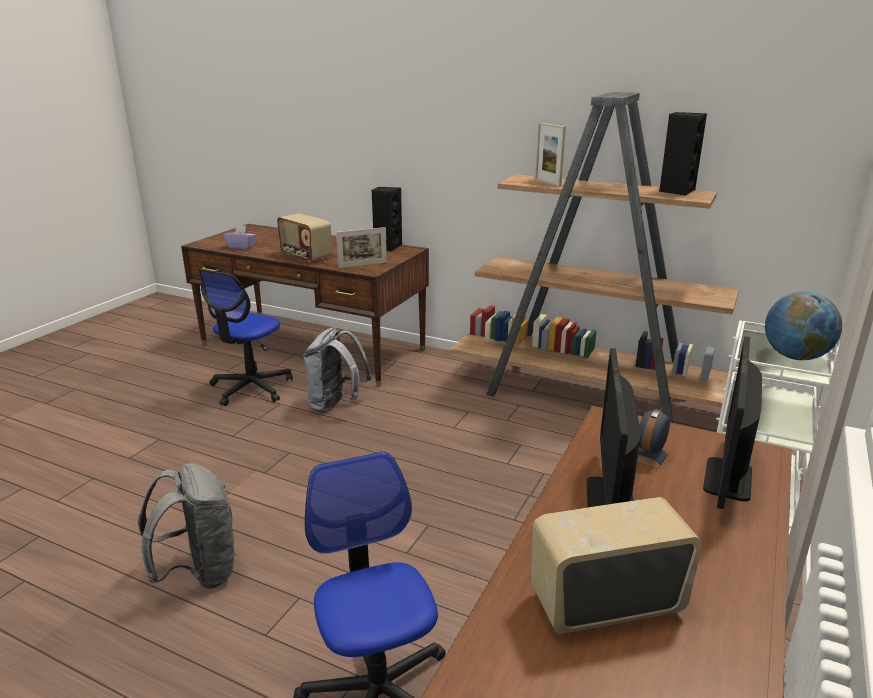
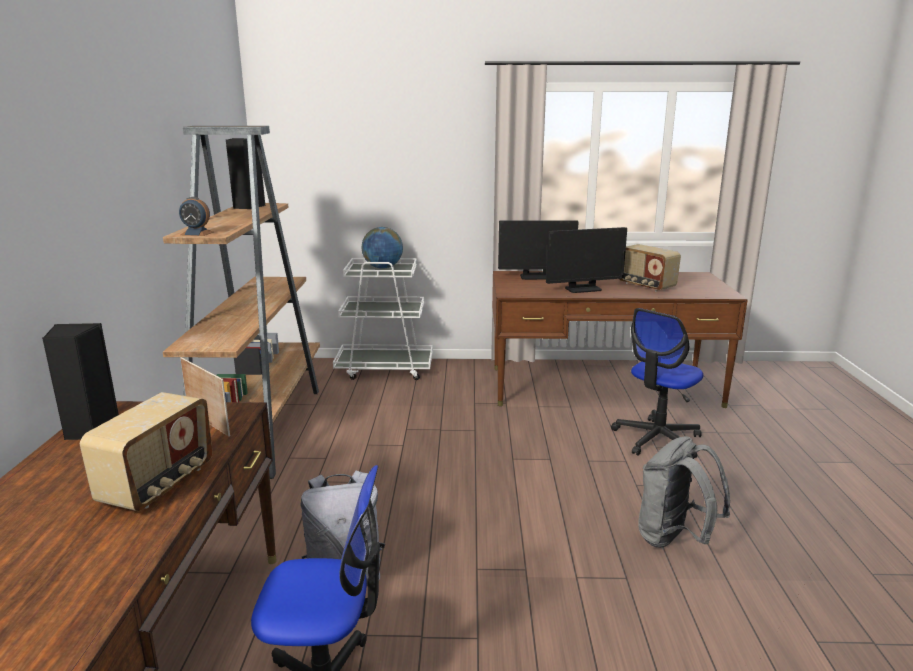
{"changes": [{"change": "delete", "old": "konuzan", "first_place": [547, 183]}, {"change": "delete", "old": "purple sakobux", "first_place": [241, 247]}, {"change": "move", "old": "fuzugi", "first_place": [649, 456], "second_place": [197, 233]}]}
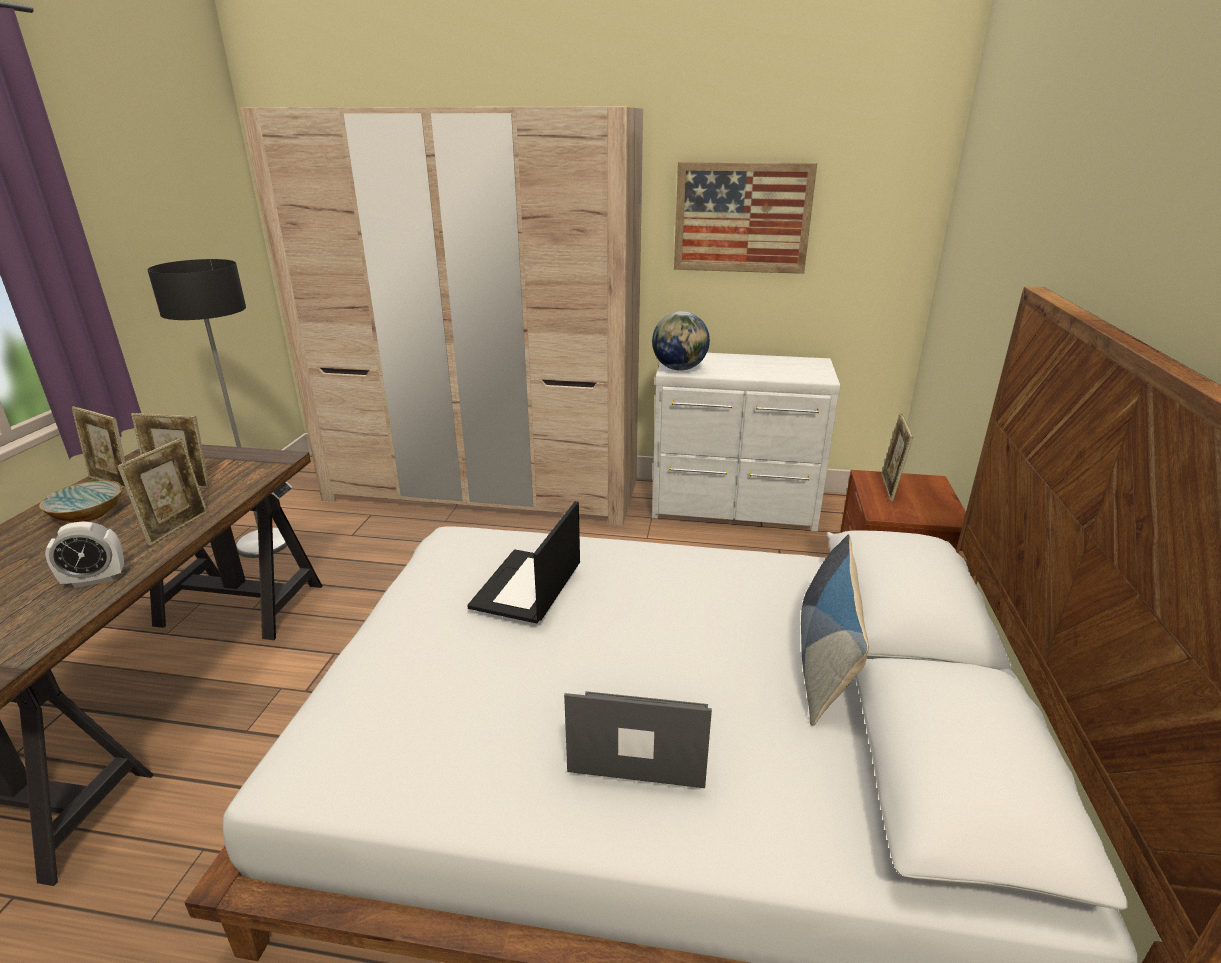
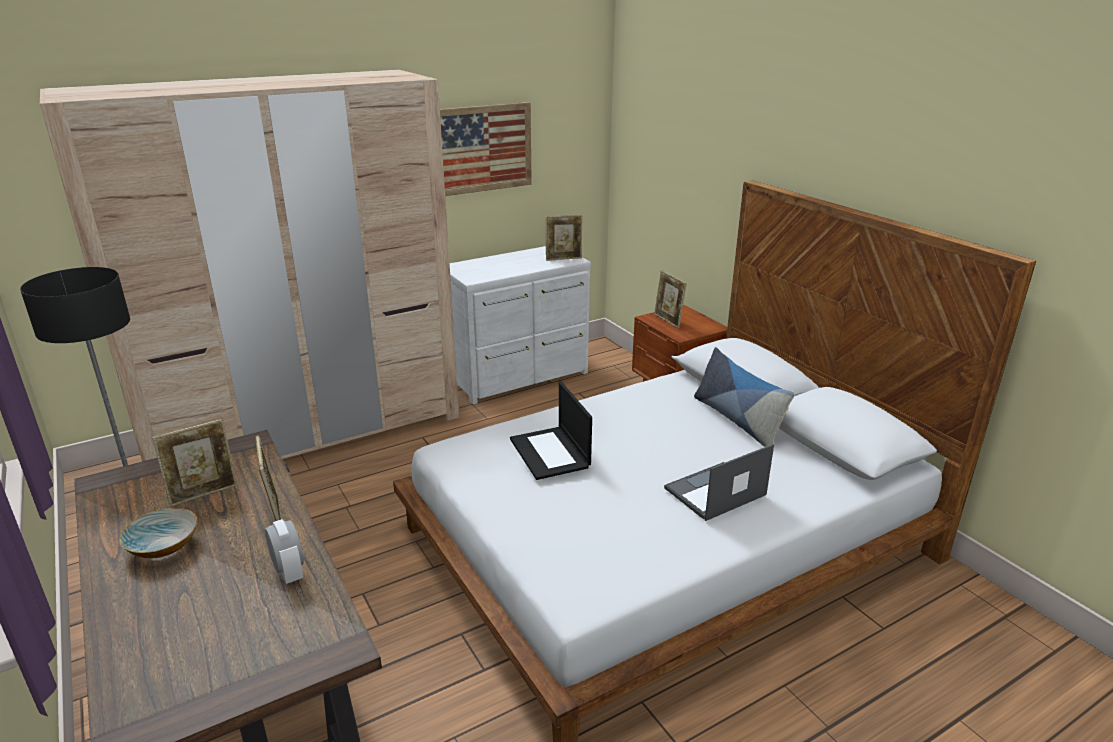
{"changes": [{"change": "delete", "old": "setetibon", "first_place": [679, 369]}, {"change": "move", "old": "konuzan", "first_place": [113, 482], "second_place": [563, 259]}, {"change": "rotate", "old": "fuzugi", "first_place": [95, 579], "second_place": [289, 572], "degrees": -60}]}
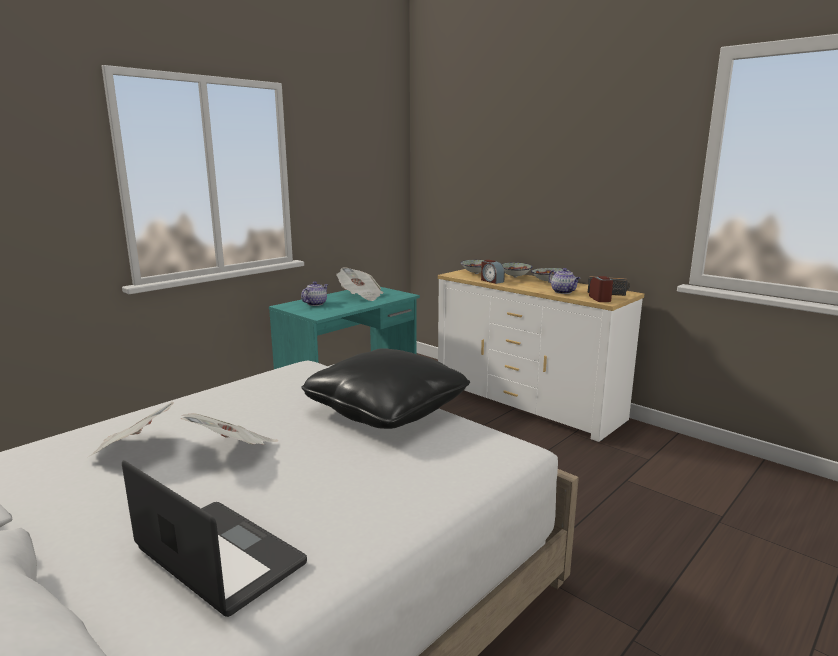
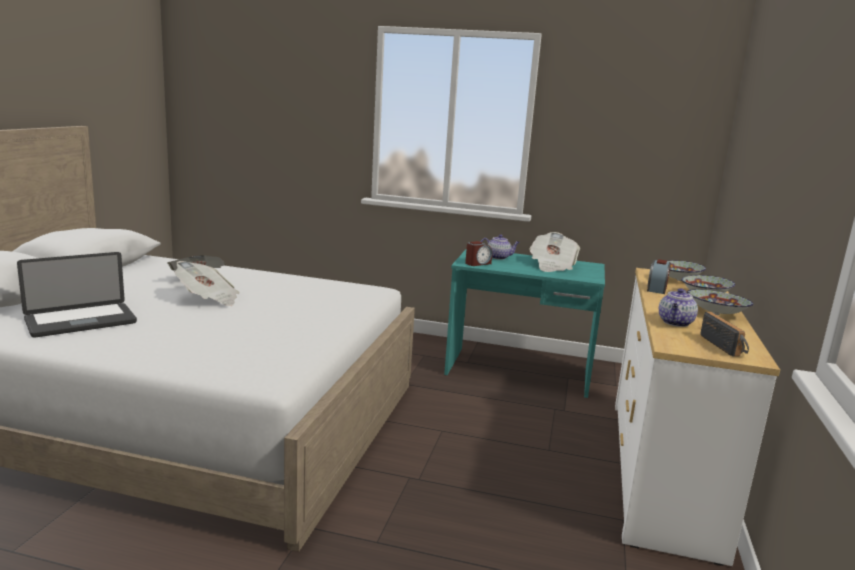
{"changes": [{"change": "move", "old": "fuzugi", "first_place": [600, 299], "second_place": [477, 263]}, {"change": "delete", "old": "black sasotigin", "first_place": [387, 409]}, {"change": "rotate", "old": "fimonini", "first_place": [220, 557], "second_place": [81, 321], "degrees": 45}]}
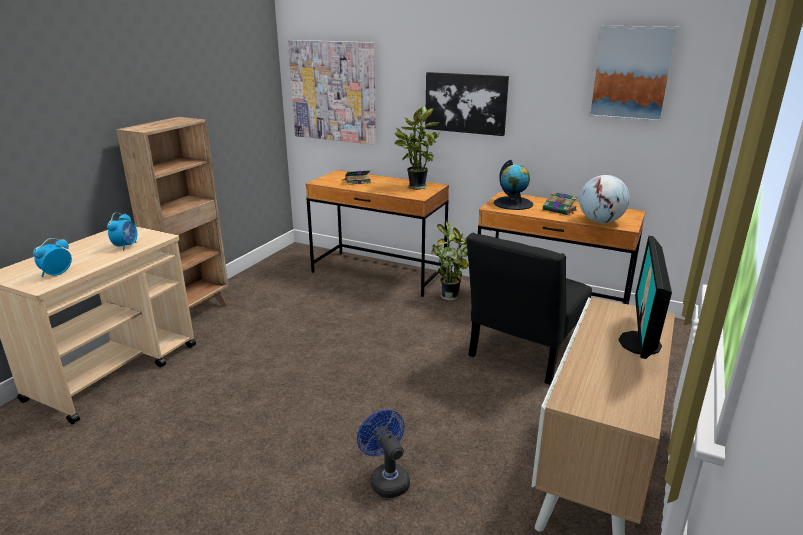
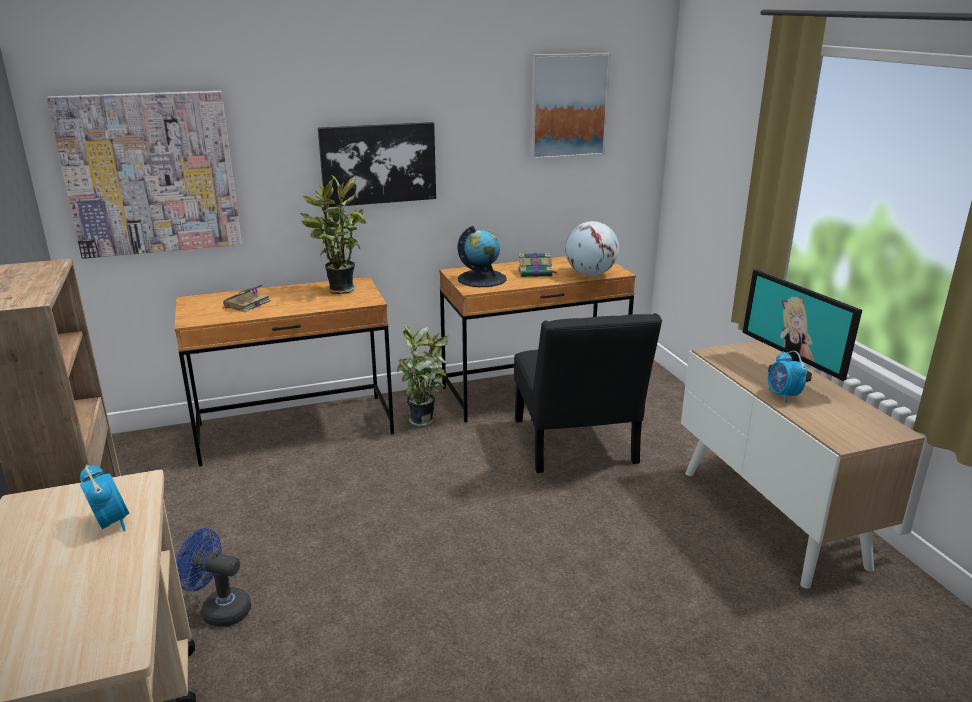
{"changes": [{"change": "move", "old": "fuzugi", "first_place": [56, 274], "second_place": [783, 395]}, {"change": "move", "old": "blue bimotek", "first_place": [386, 479], "second_place": [219, 609]}]}
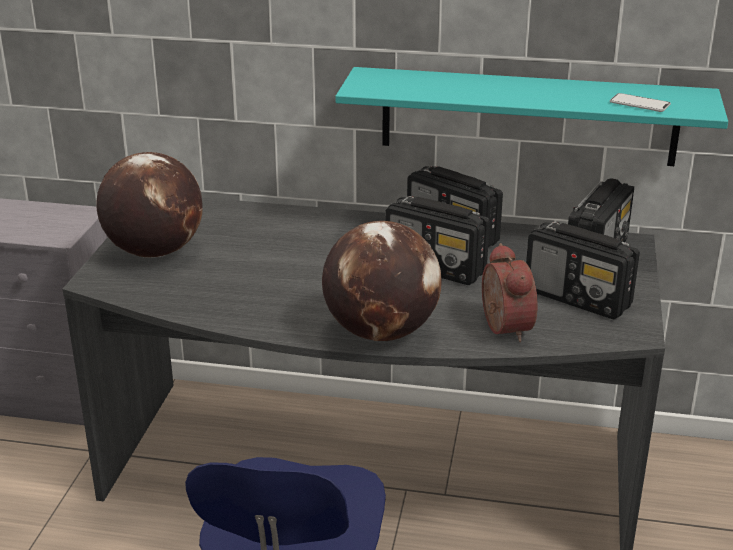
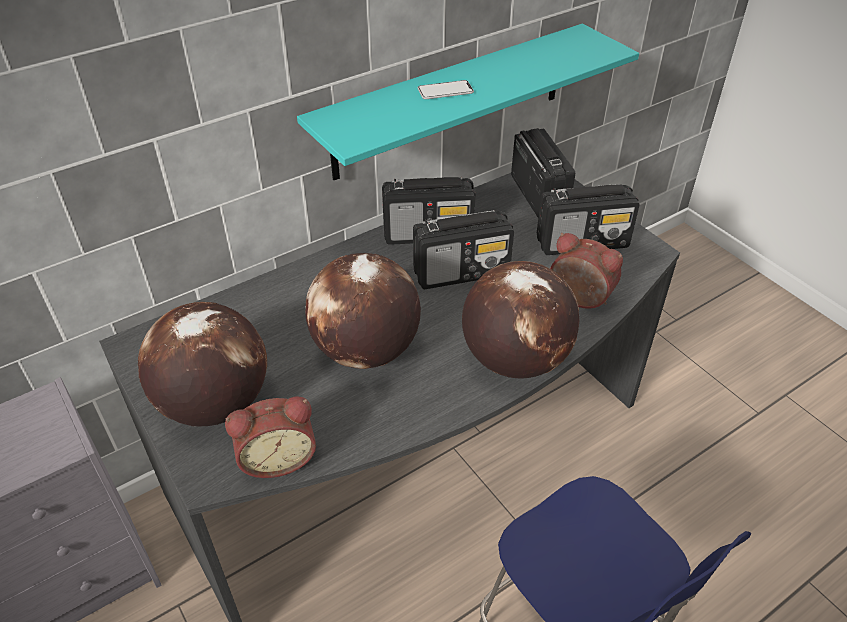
{"changes": [{"change": "move", "old": "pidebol", "first_place": [639, 104], "second_place": [445, 91]}, {"change": "insert", "new": "setetibon", "second_place": [365, 351]}, {"change": "insert", "new": "fuzugi", "second_place": [277, 457]}]}
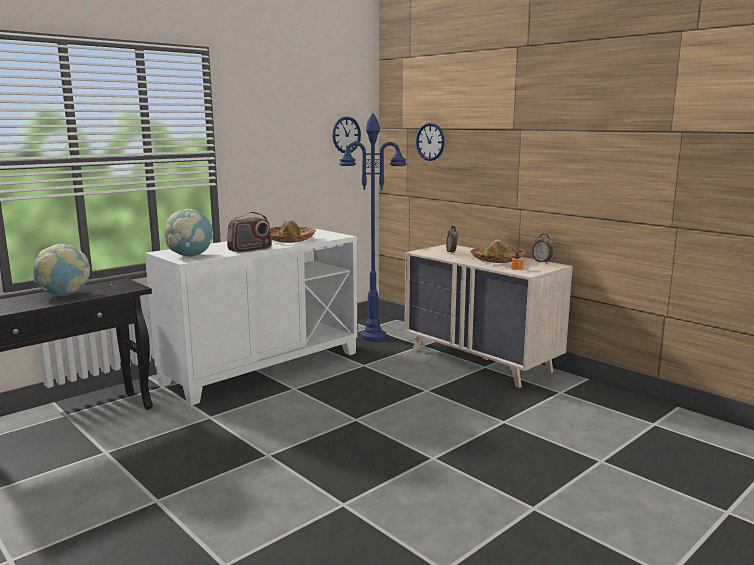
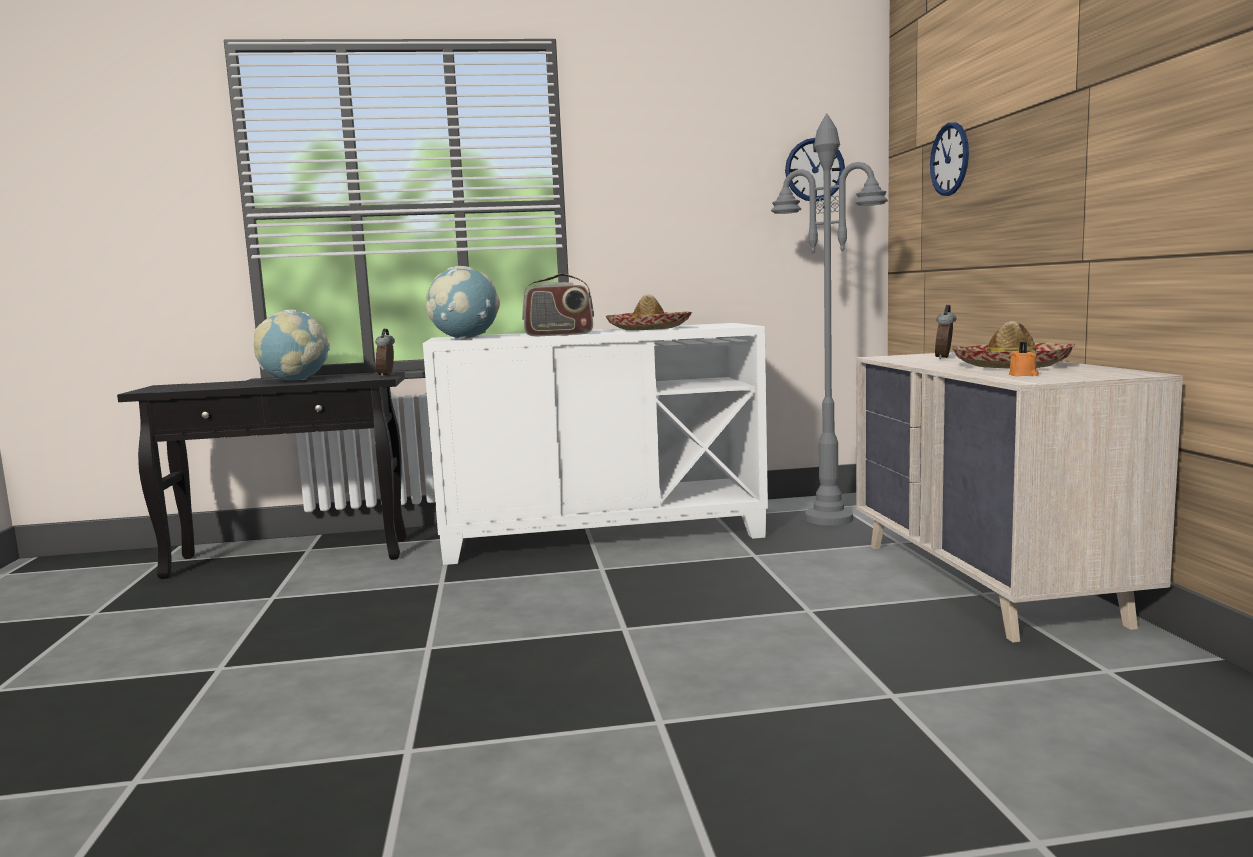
{"changes": [{"change": "recolor", "old": "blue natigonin", "new": "grey natigonin", "first_place": [373, 336], "second_place": [829, 519]}, {"change": "move", "old": "fuzugi", "first_place": [542, 262], "second_place": [387, 375]}]}
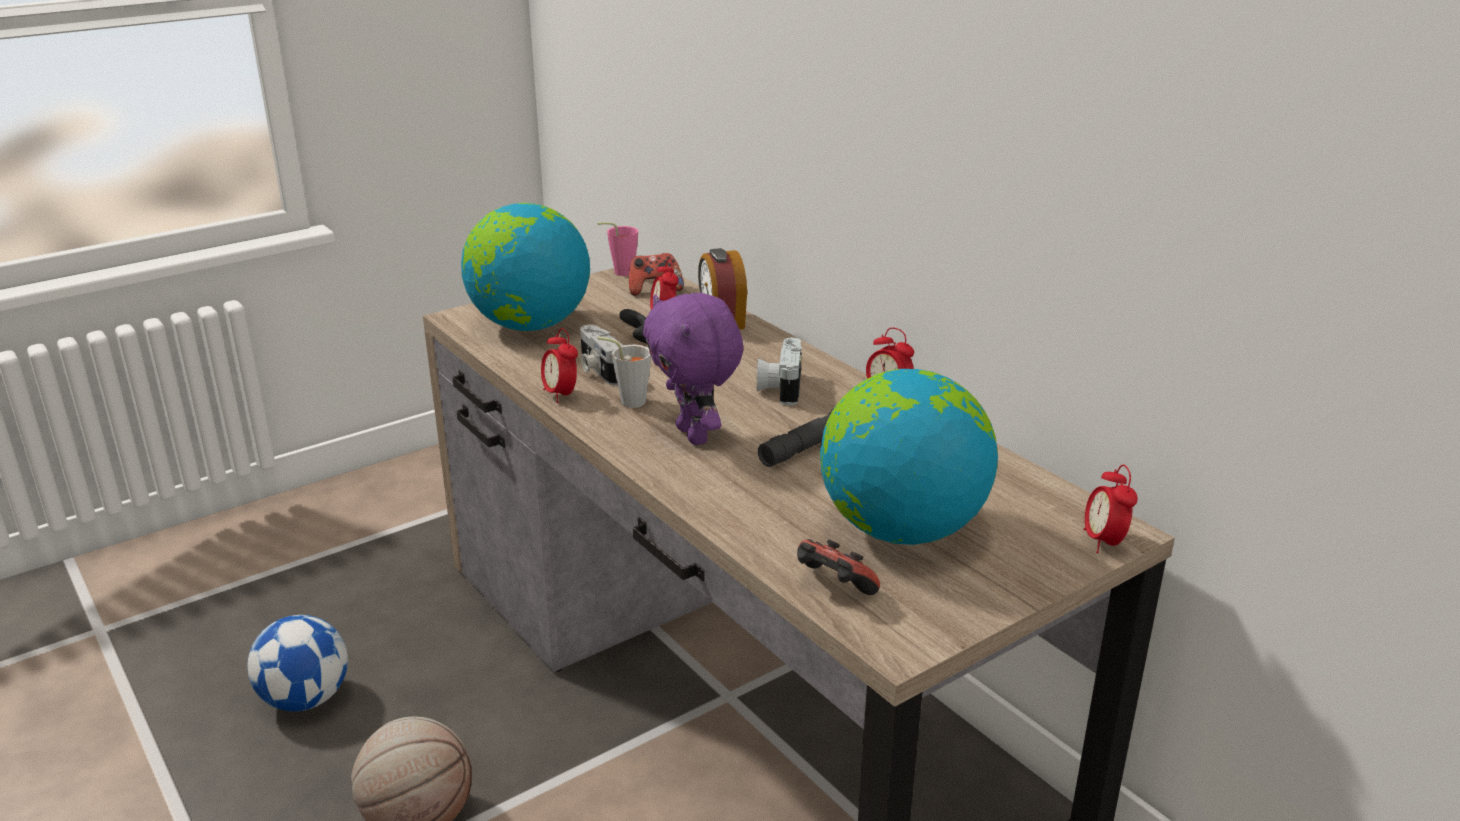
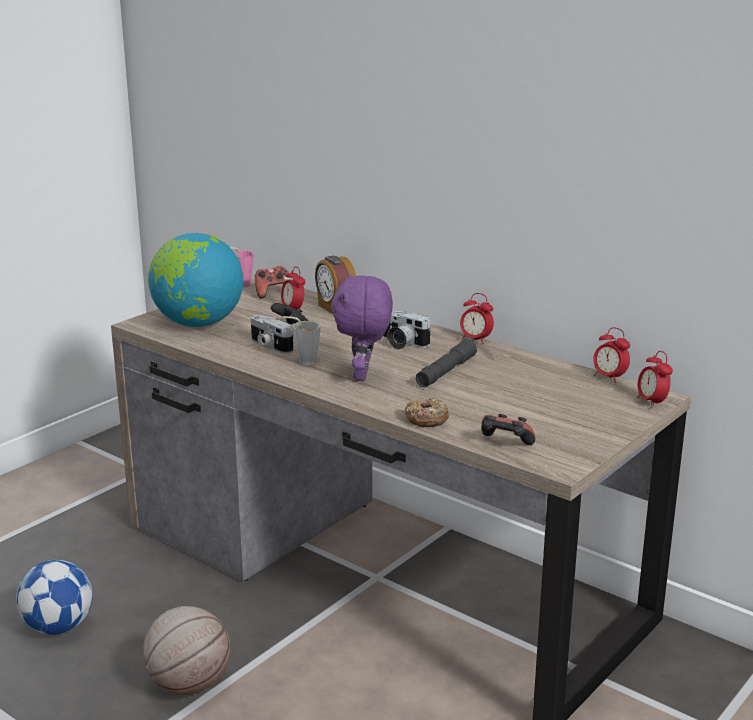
{"changes": [{"change": "rotate", "old": "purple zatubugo", "first_place": [695, 435], "second_place": [363, 376], "degrees": 45}, {"change": "move", "old": "fuzugi", "first_place": [561, 395], "second_place": [609, 378]}, {"change": "rotate", "old": "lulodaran", "first_place": [779, 388], "second_place": [402, 343], "degrees": -45}, {"change": "delete", "old": "setetibon", "first_place": [901, 529]}, {"change": "insert", "new": "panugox", "second_place": [426, 419]}]}
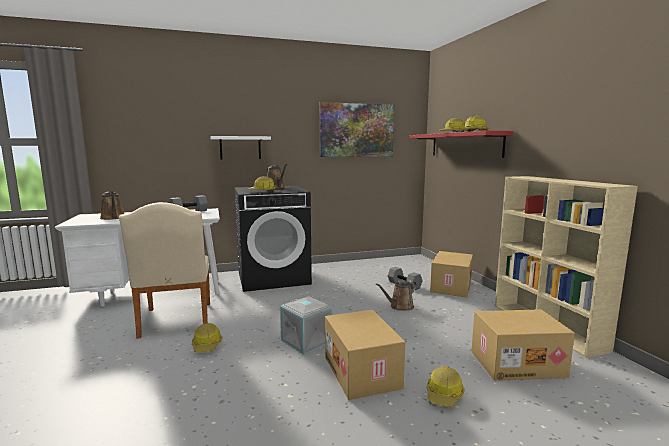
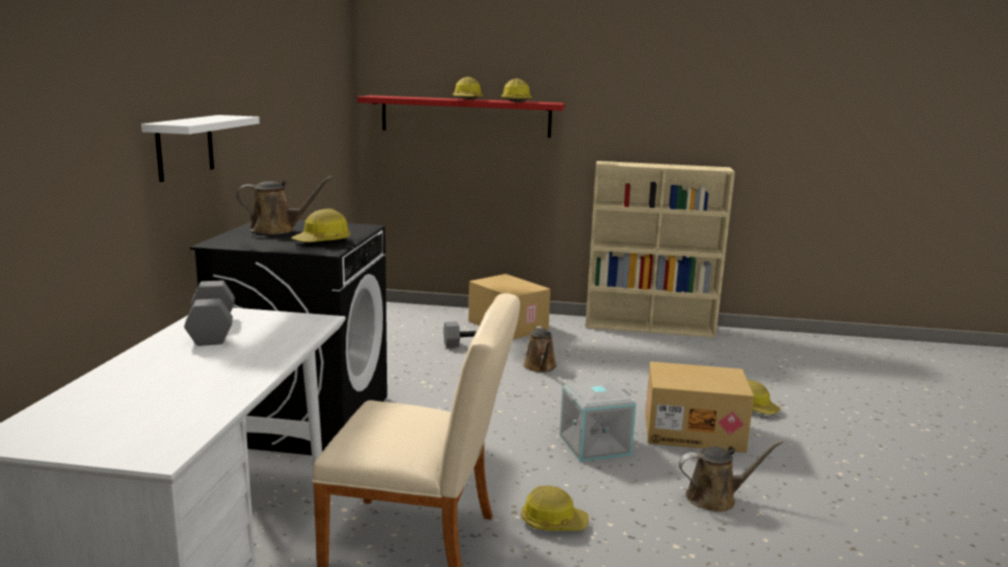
{"changes": [{"change": "delete", "old": "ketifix", "first_place": [356, 130]}, {"change": "move", "old": "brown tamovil", "first_place": [113, 218], "second_place": [715, 498]}, {"change": "delete", "old": "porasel", "first_place": [517, 363]}]}
